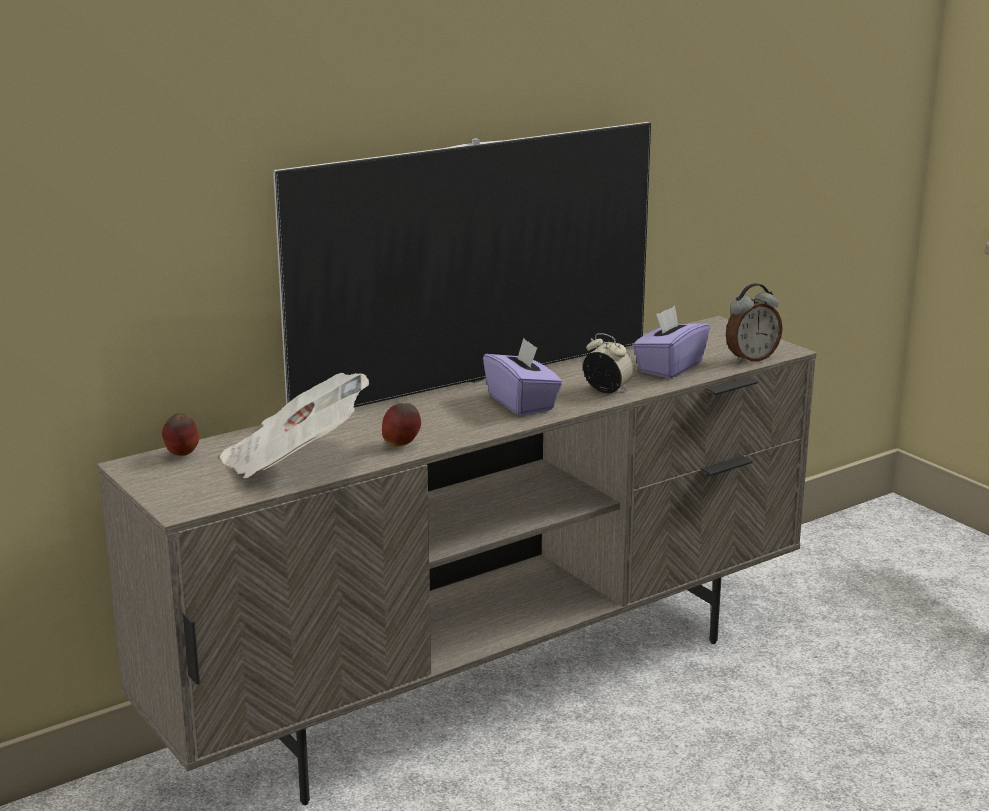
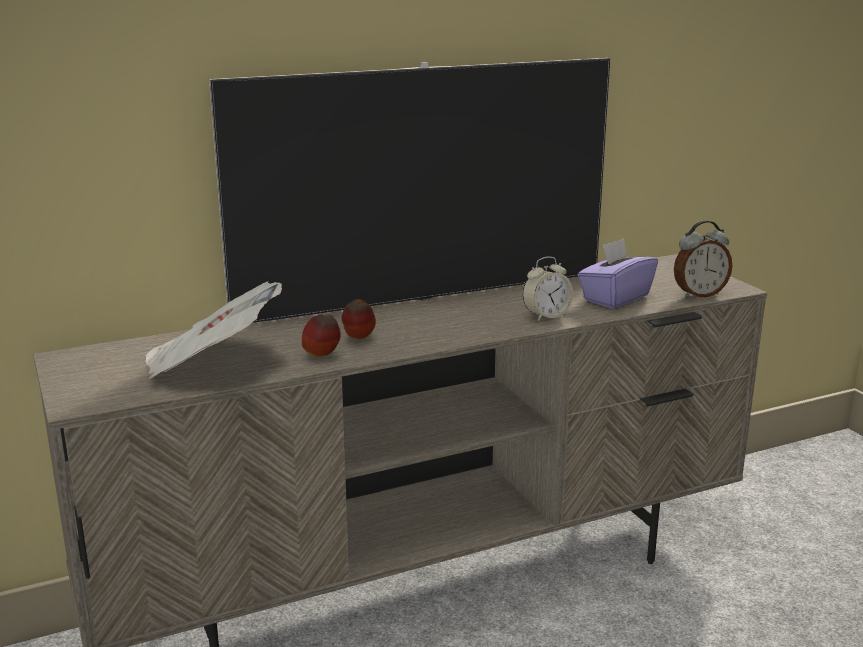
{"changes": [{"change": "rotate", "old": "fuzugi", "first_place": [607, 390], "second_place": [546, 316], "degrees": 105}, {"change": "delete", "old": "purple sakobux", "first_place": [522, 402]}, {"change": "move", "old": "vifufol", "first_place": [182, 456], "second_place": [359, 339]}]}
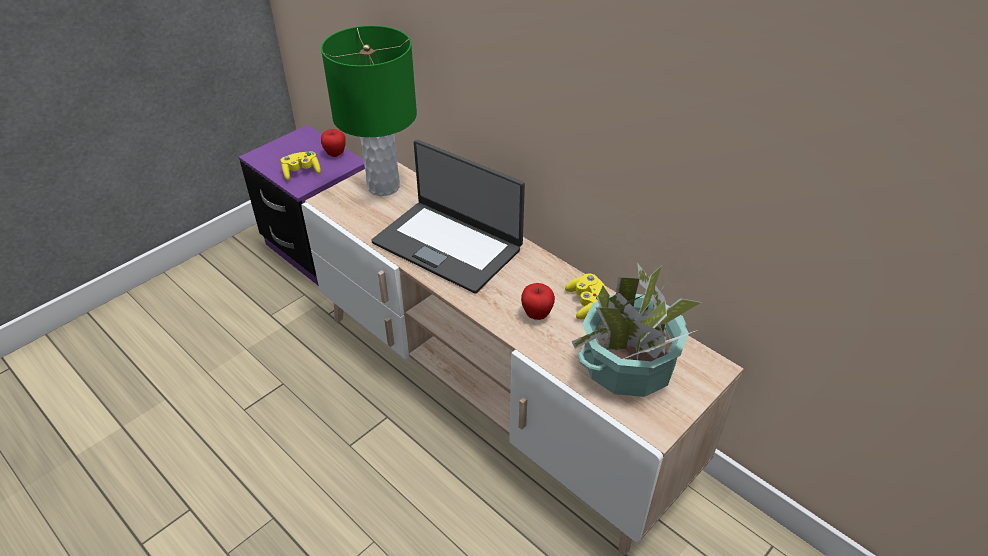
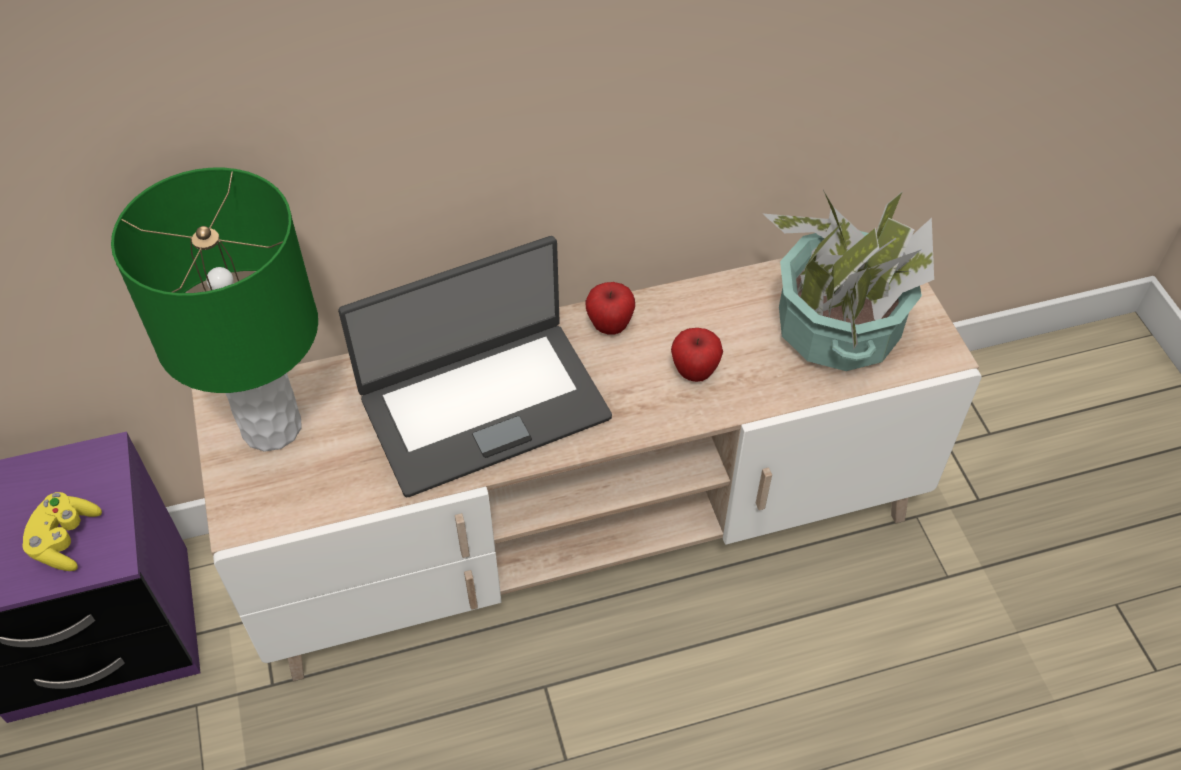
{"changes": [{"change": "move", "old": "vifufol", "first_place": [335, 154], "second_place": [610, 326]}, {"change": "delete", "old": "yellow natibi", "first_place": [586, 304]}]}
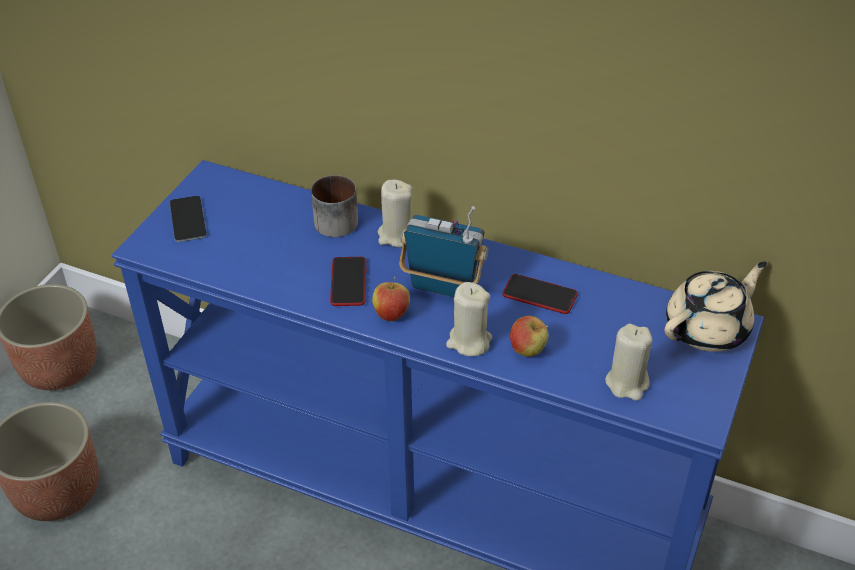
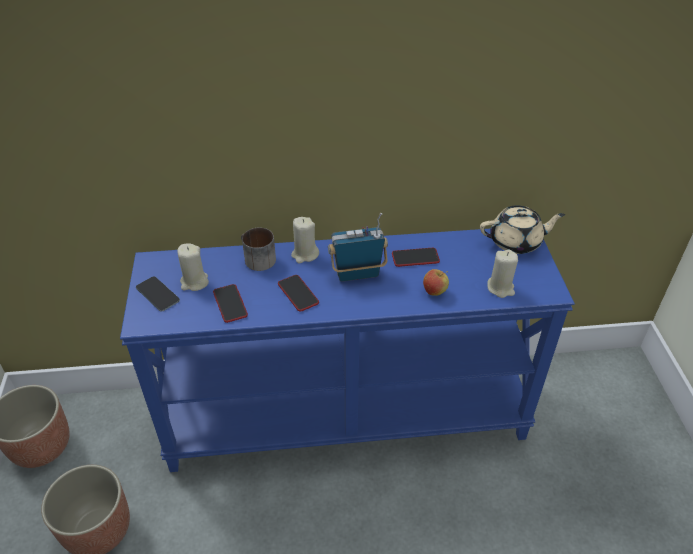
{"changes": [{"change": "rotate", "old": "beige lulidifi", "first_place": [708, 329], "second_place": [516, 242], "degrees": 60}, {"change": "delete", "old": "vifufol", "first_place": [391, 314]}, {"change": "move", "old": "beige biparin", "first_place": [469, 341], "second_place": [194, 282]}, {"change": "insert", "new": "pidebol", "second_place": [230, 304]}]}
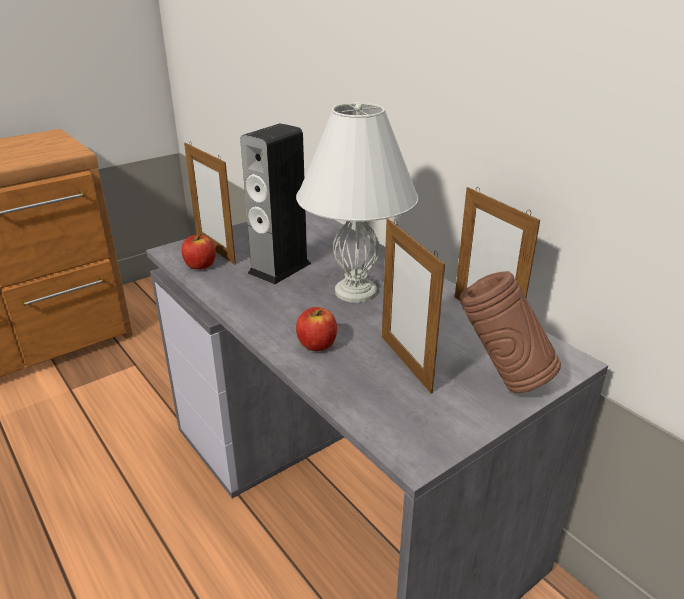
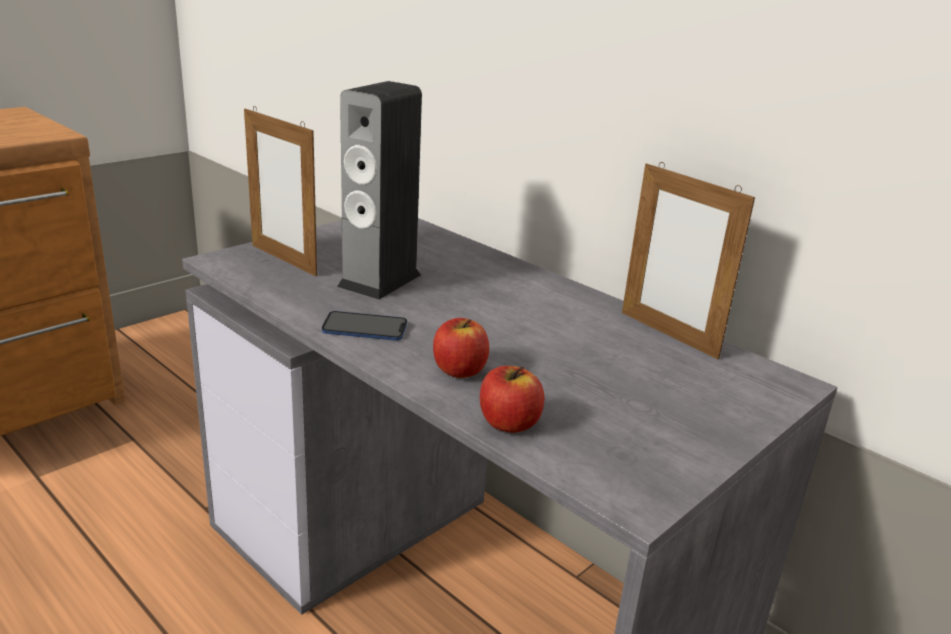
{"changes": [{"change": "delete", "old": "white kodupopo", "first_place": [356, 292]}, {"change": "delete", "old": "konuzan", "first_place": [405, 363]}, {"change": "move", "old": "vifufol", "first_place": [200, 265], "second_place": [508, 423]}, {"change": "delete", "old": "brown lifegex", "first_place": [501, 379]}, {"change": "insert", "new": "pidebol", "second_place": [365, 328]}]}
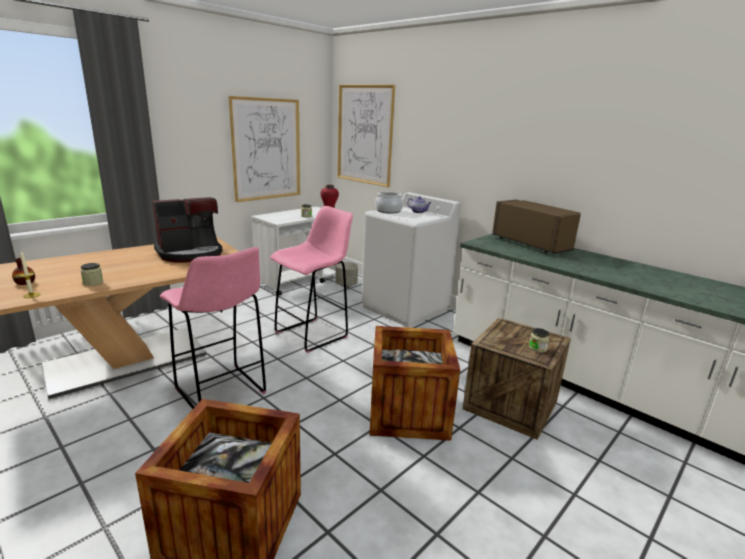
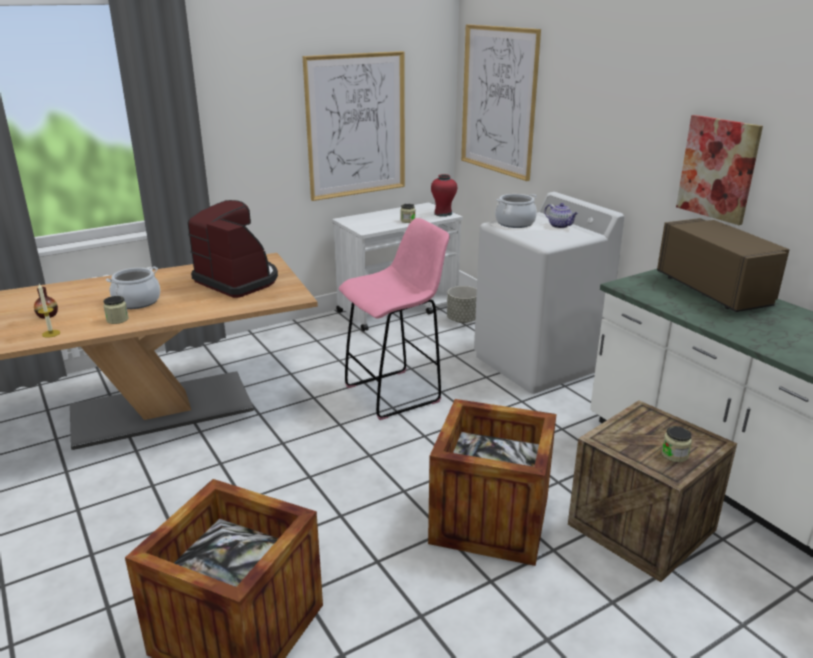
{"changes": [{"change": "rotate", "old": "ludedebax", "first_place": [191, 254], "second_place": [238, 280], "degrees": -120}, {"change": "delete", "old": "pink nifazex", "first_place": [221, 393]}, {"change": "insert", "new": "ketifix", "second_place": [718, 169]}, {"change": "insert", "new": "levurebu", "second_place": [137, 302]}]}
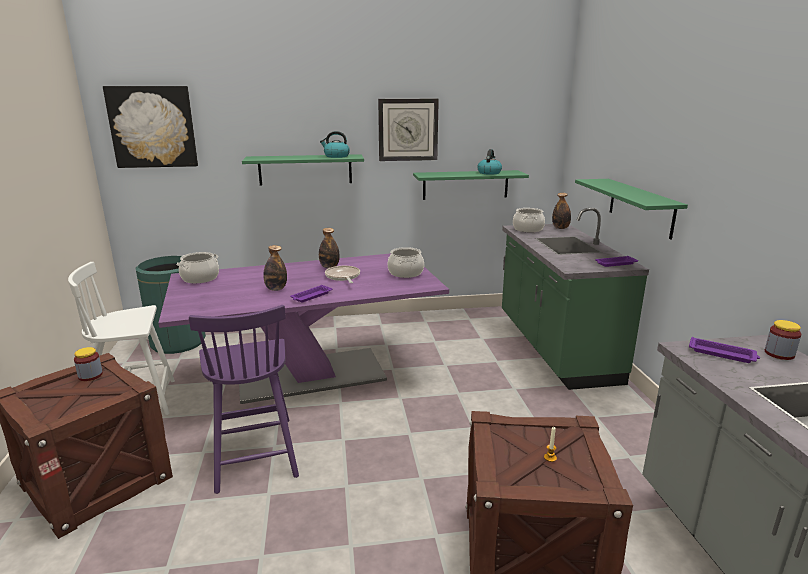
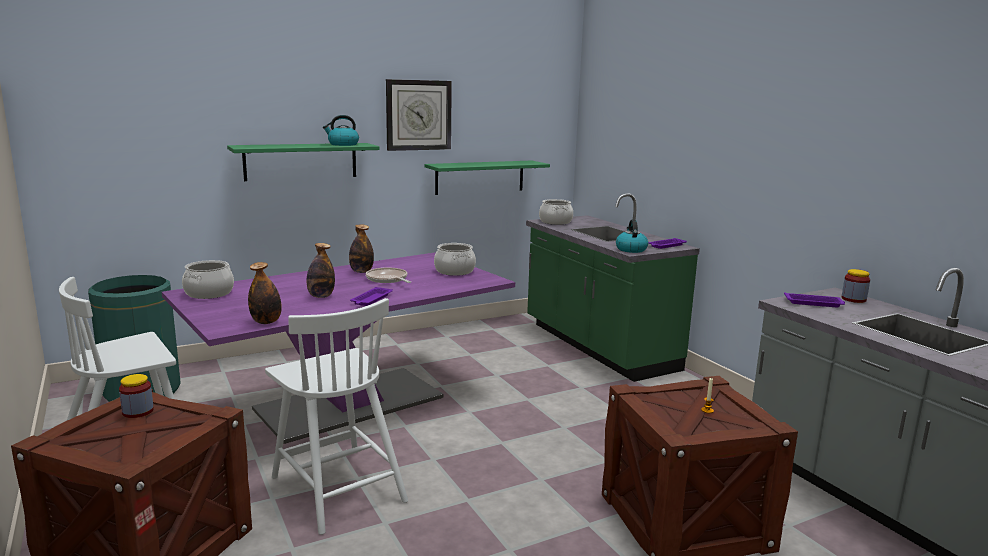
{"changes": [{"change": "delete", "old": "ketifix", "first_place": [153, 127]}, {"change": "move", "old": "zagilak", "first_place": [489, 173], "second_place": [631, 249]}, {"change": "delete", "old": "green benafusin", "first_place": [640, 207]}, {"change": "move", "old": "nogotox", "first_place": [560, 228], "second_place": [266, 322]}, {"change": "recolor", "old": "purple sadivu", "new": "white sadivu", "first_place": [254, 452], "second_place": [337, 487]}]}
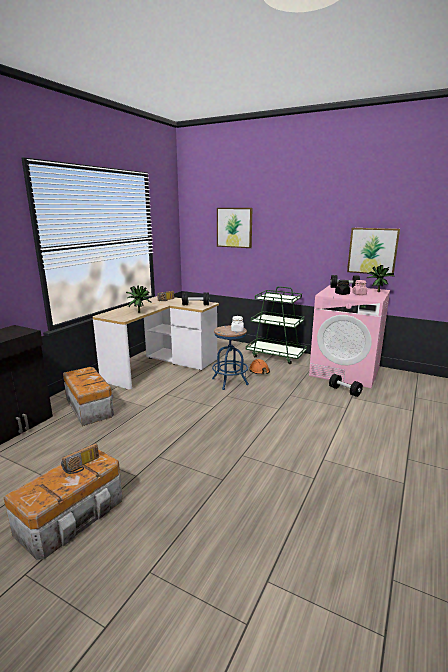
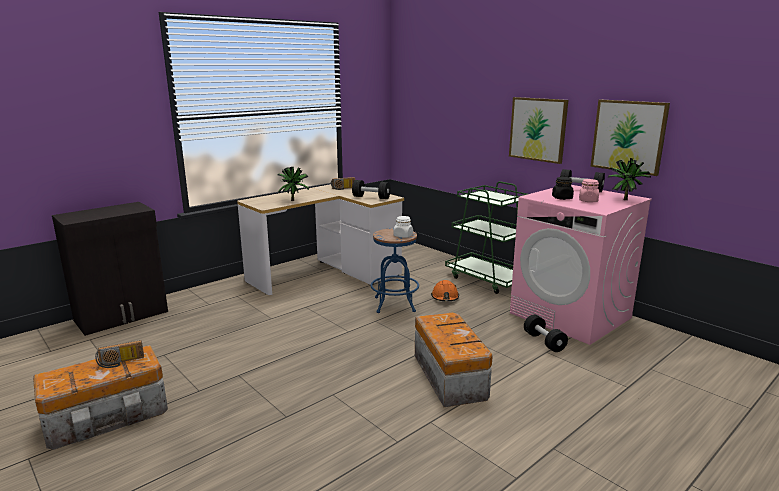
{"changes": [{"change": "move", "old": "ketifix", "first_place": [234, 227], "second_place": [538, 129]}, {"change": "move", "old": "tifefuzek", "first_place": [89, 407], "second_place": [450, 376]}]}
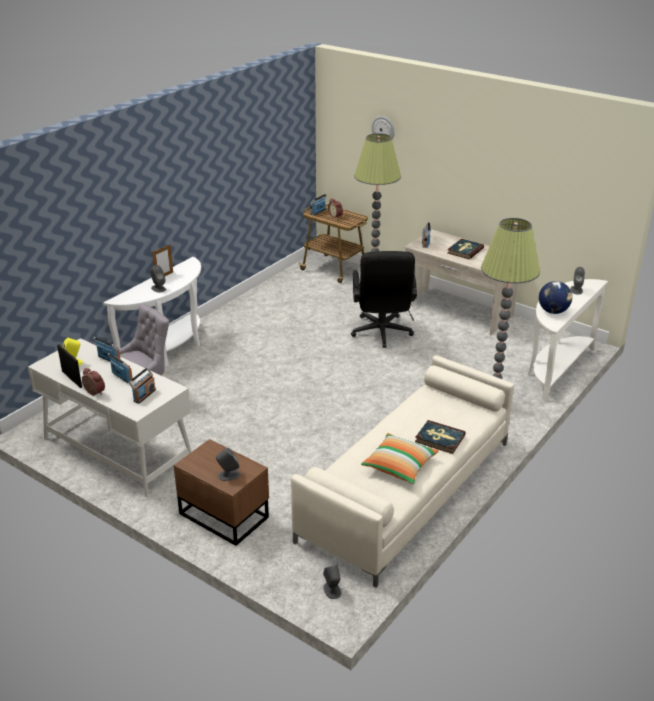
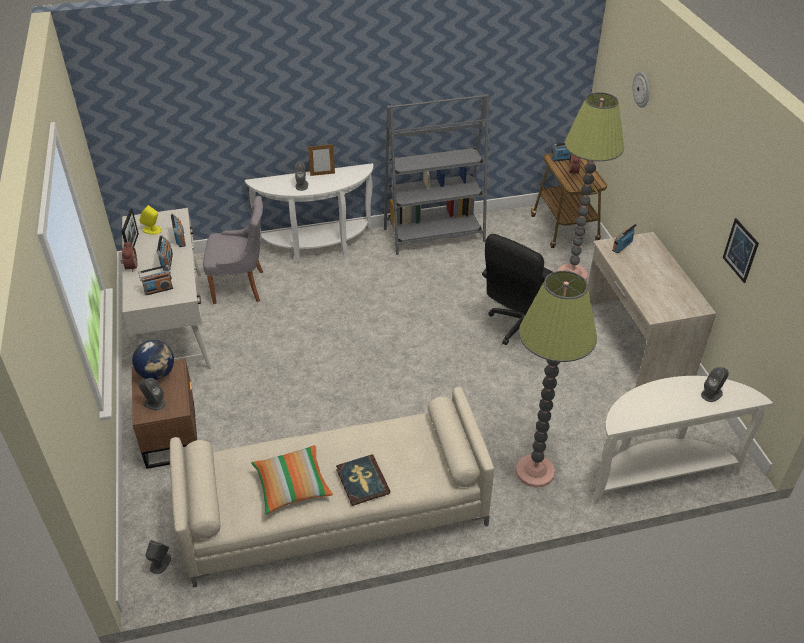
{"changes": [{"change": "delete", "old": "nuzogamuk", "first_place": [465, 250]}, {"change": "move", "old": "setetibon", "first_place": [553, 311], "second_place": [157, 374]}, {"change": "insert", "new": "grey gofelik", "second_place": [434, 235]}, {"change": "insert", "new": "ketifix", "second_place": [740, 250]}]}
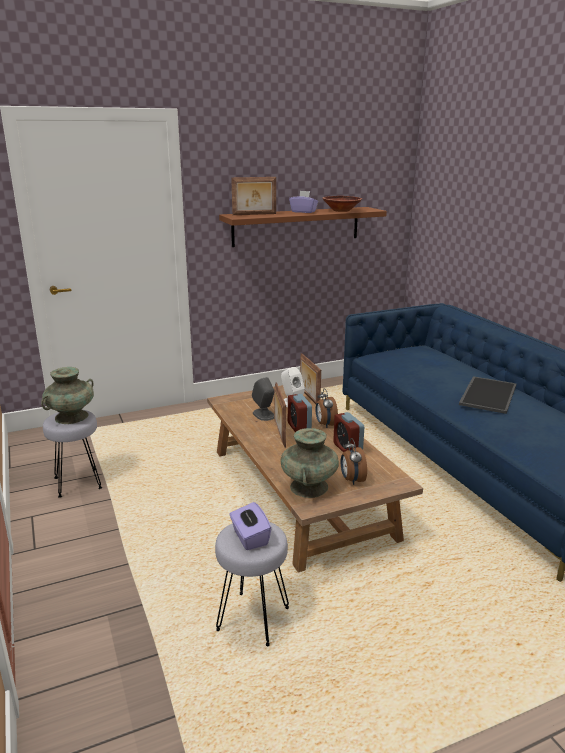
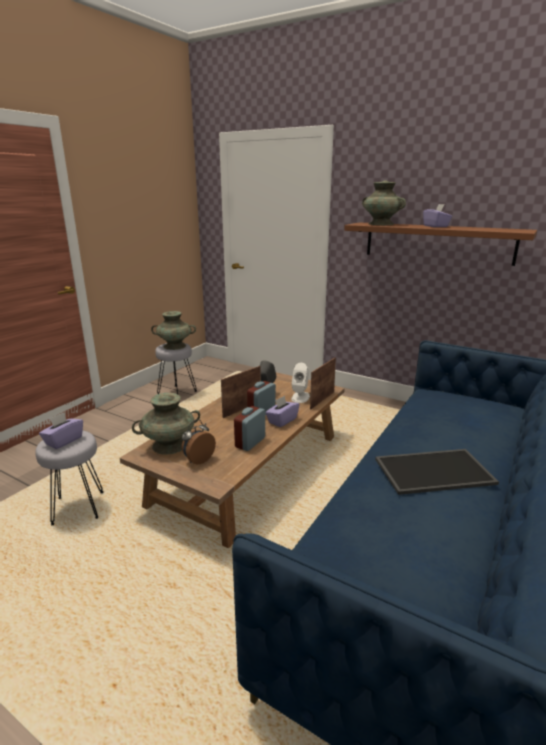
{"changes": [{"change": "replace", "old": "konuzan", "new": "turquoise lifegex", "first_place": [254, 214], "second_place": [381, 224]}, {"change": "delete", "old": "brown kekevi", "first_place": [341, 210]}, {"change": "replace", "old": "fuzugi", "new": "purple sakobux", "first_place": [325, 424], "second_place": [282, 420]}]}
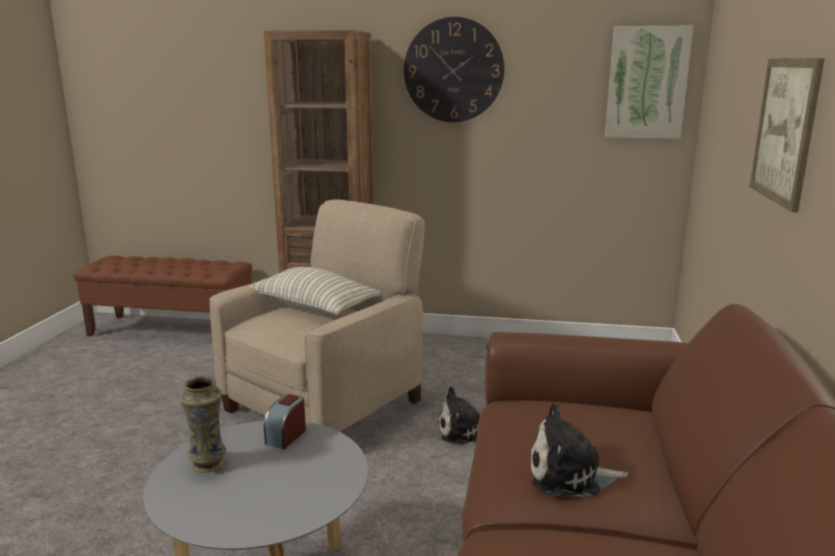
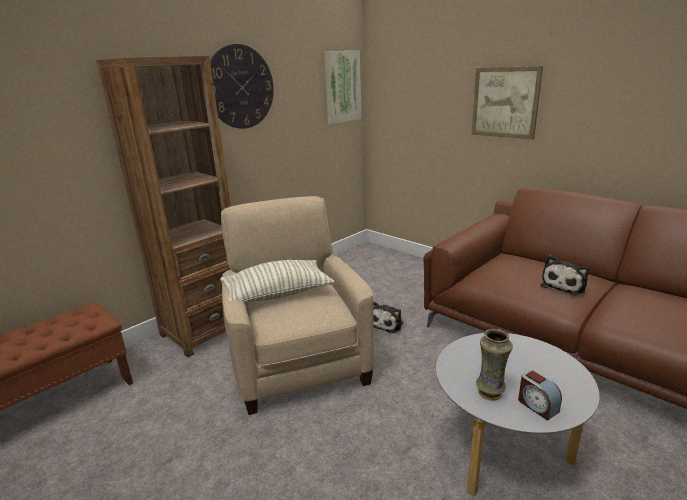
{"changes": [{"change": "move", "old": "fuzugi", "first_place": [286, 436], "second_place": [537, 406]}]}
